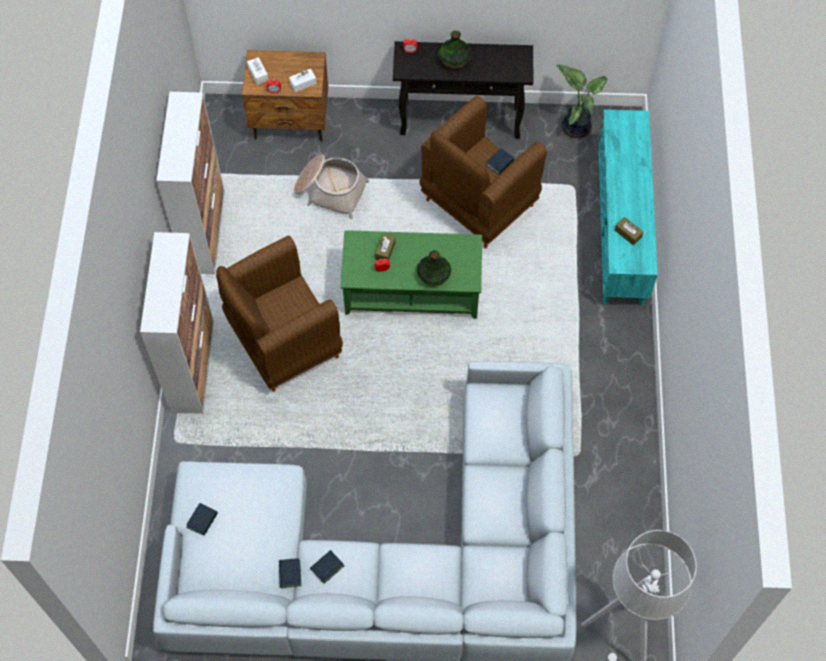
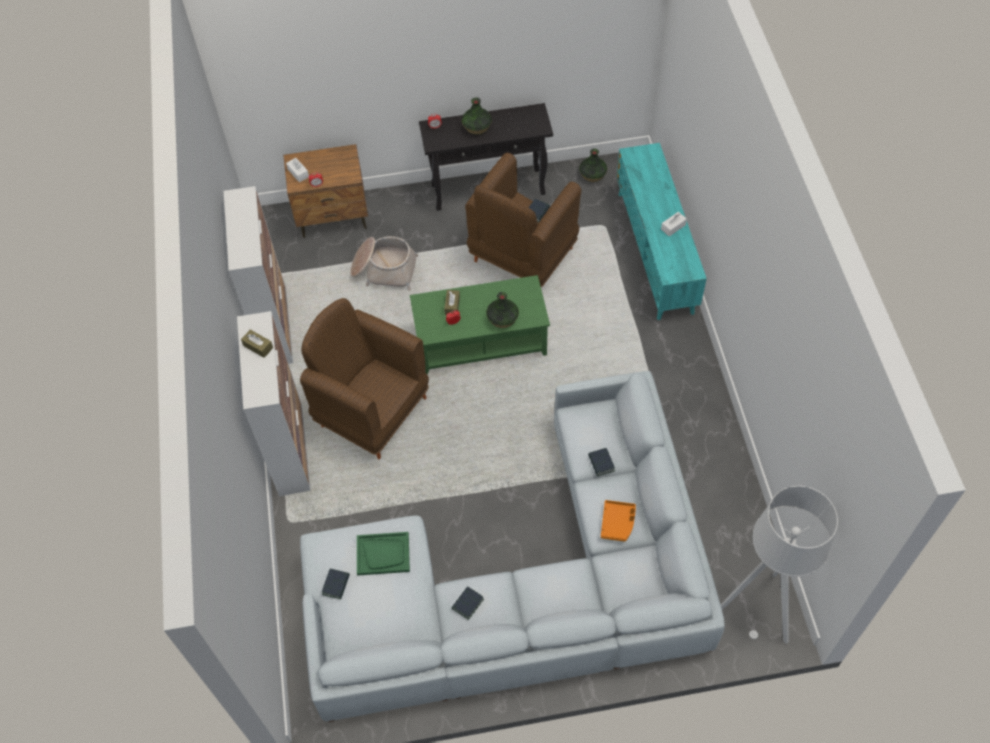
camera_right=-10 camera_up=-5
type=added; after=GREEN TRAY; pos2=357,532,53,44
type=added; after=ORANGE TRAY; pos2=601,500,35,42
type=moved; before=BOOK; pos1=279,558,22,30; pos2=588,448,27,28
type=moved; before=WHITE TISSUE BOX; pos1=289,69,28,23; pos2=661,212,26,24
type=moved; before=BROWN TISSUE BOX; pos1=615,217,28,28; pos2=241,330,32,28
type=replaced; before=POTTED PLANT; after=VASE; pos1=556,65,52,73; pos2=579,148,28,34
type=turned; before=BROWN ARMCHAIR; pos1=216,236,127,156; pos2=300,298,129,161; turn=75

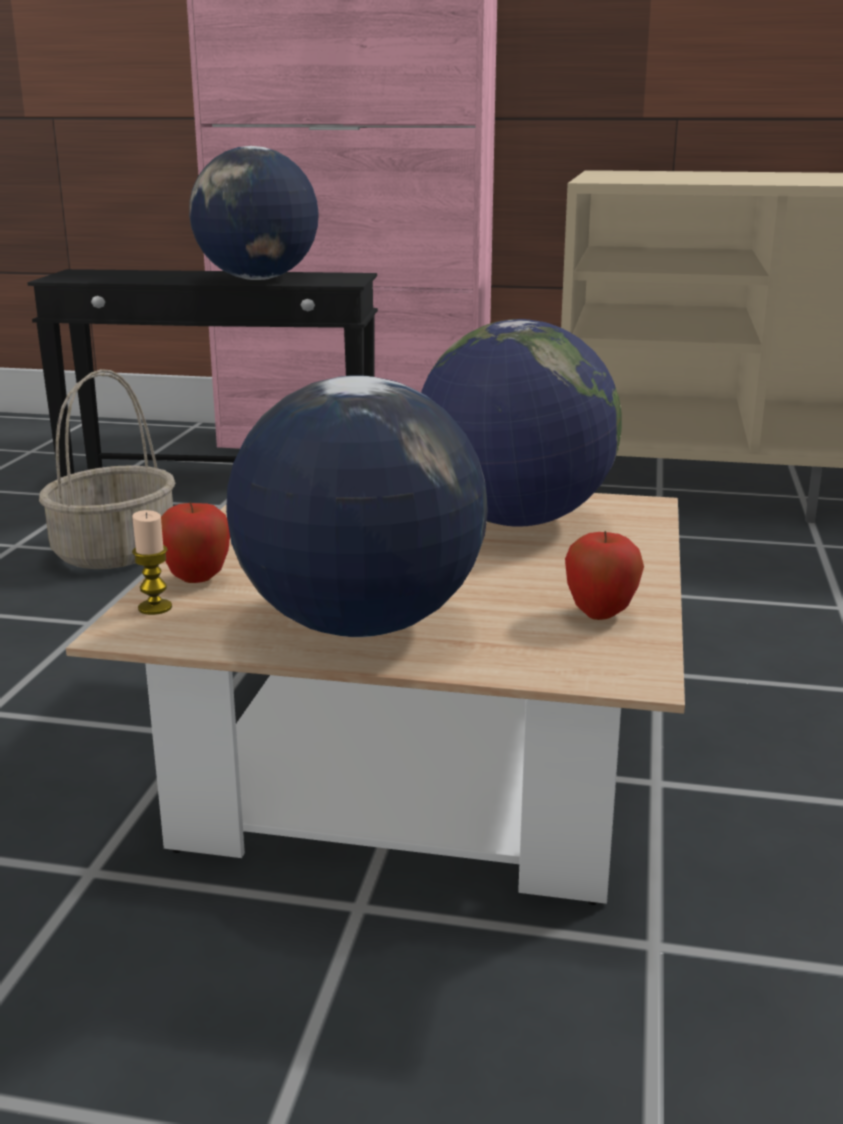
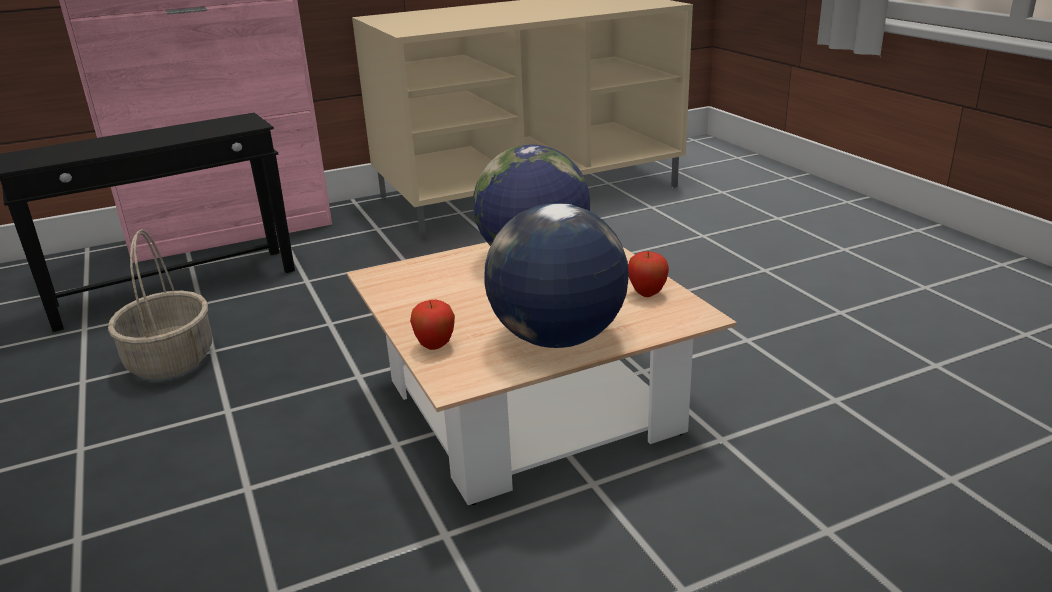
camera_right=-35 camera_up=5
type=removed; before=CANDLE; pos1=132,510,40,105
type=removed; before=GLOBE; pos1=189,146,130,134

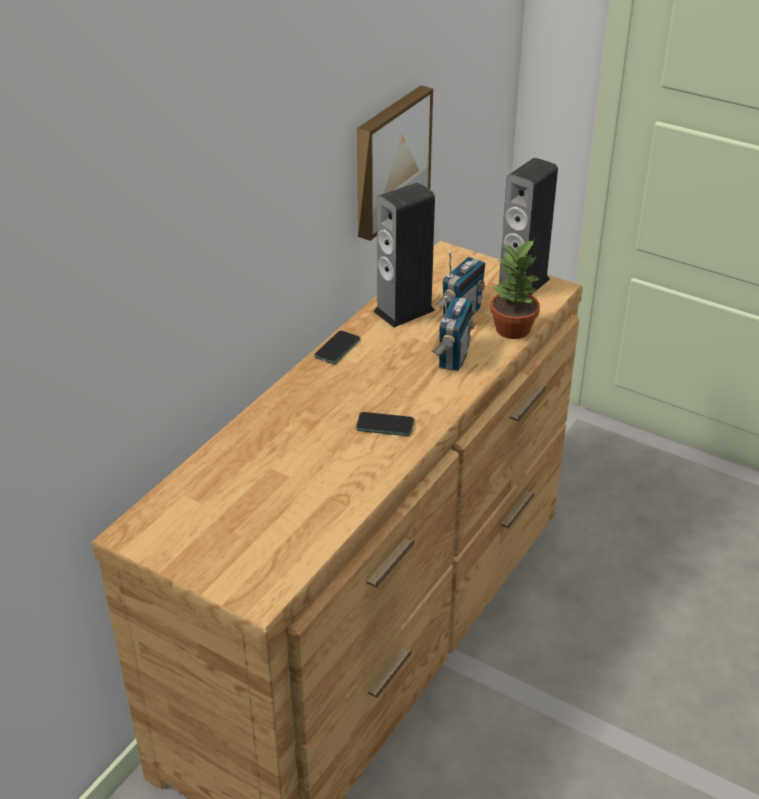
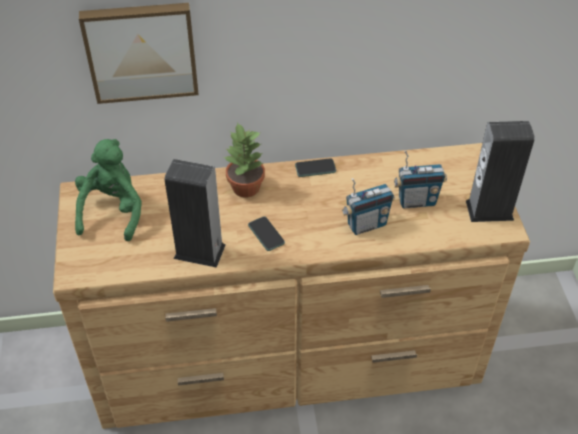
camera_right=50 camera_up=10
type=added; after=GREEN PLUSH TOY; pos2=75,139,67,102
type=moved; before=PICTURE; pos1=357,85,76,156; pos2=79,3,120,101
type=moved; before=SPEAKER; pos1=373,182,62,146; pos2=165,159,61,109
type=moved; before=POTTED PLANT; pos1=490,239,50,100; pos2=224,122,41,75

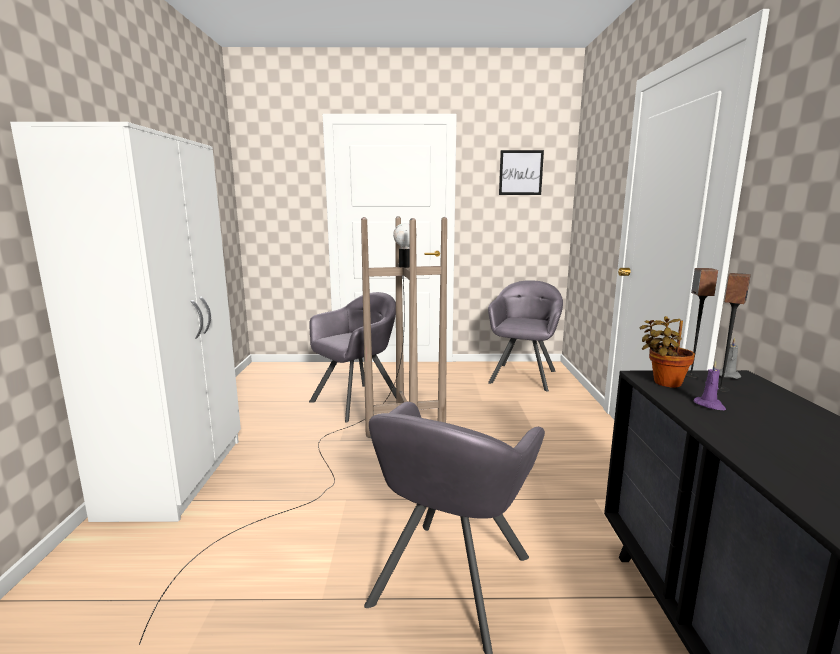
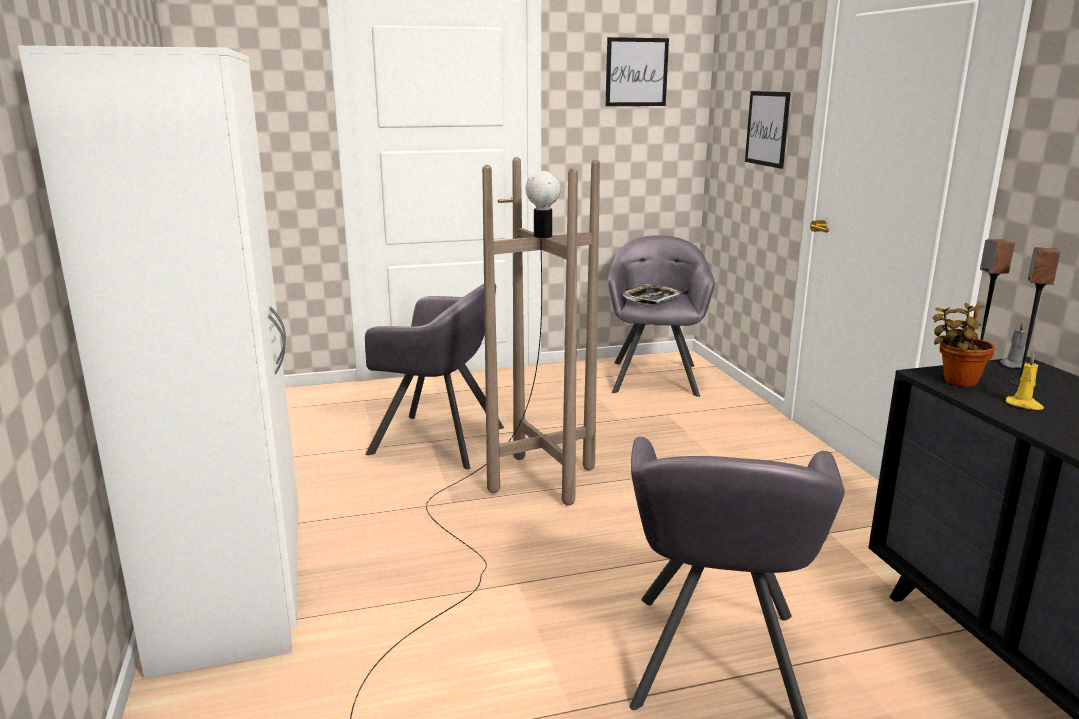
camera_right=-15 camera_up=5
type=added; after=TRAY; pos2=623,284,59,20
type=added; after=PICTURE; pos2=745,91,46,78
type=recoloured; before=PURPLE CANDLE; after=YELLOW CANDLE; pos1=694,361,32,49; pos2=1006,354,38,56
type=turned; before=GREY ARMCHAIR; pos1=309,292,87,130; pos2=365,284,139,185; turn=75

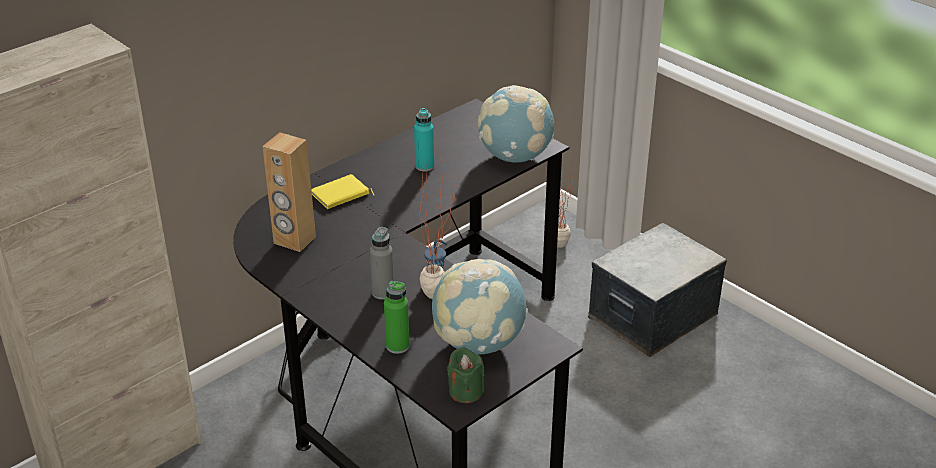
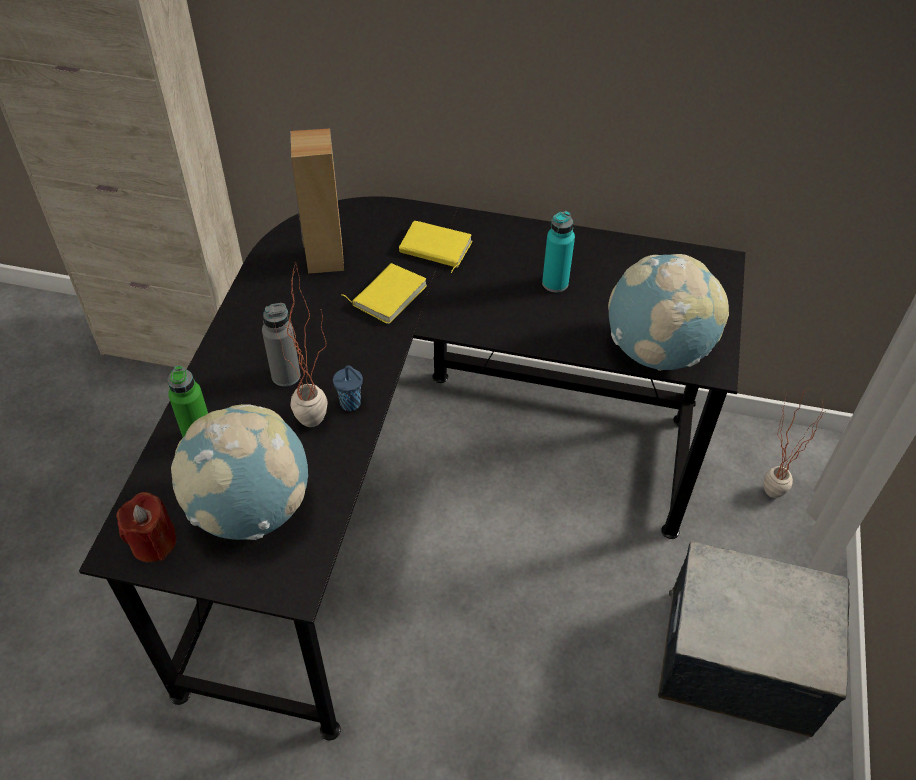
camera_right=55 camera_up=15
type=added; after=YELLOW BOOK; pos2=341,263,86,61
type=recoloured; before=GREEN CANDLE; after=RED CANDLE; pos1=447,347,37,56; pos2=116,492,61,70

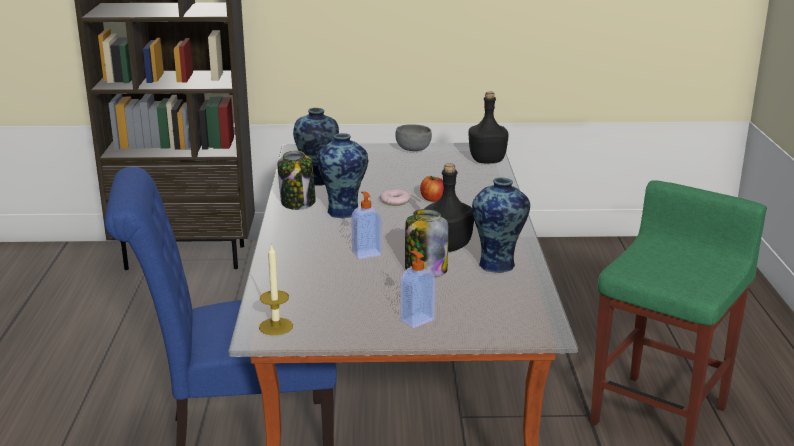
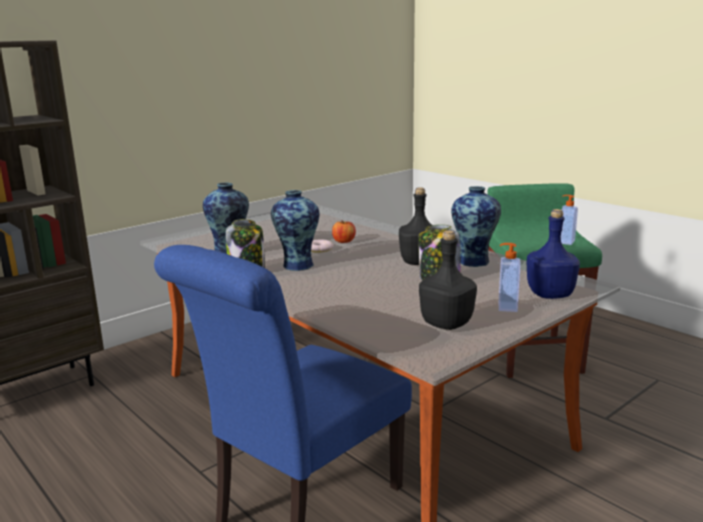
camera_right=-40 camera_up=-5
type=removed; before=CANDLE; pos1=259,244,34,91
type=removed; before=GREY BOWL; pos1=395,124,37,27
type=added; after=BLUE BOTTLE; pos2=526,209,54,90
type=moved; before=SOAP DISPENSER; pos1=351,191,31,68; pos2=561,195,17,50
type=moved; before=BLACK BOTTLE; pos1=468,91,40,72; pos2=419,230,58,100

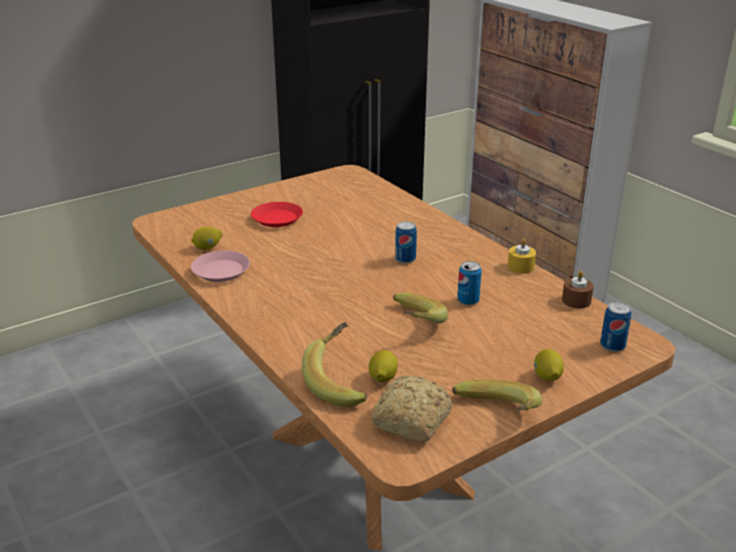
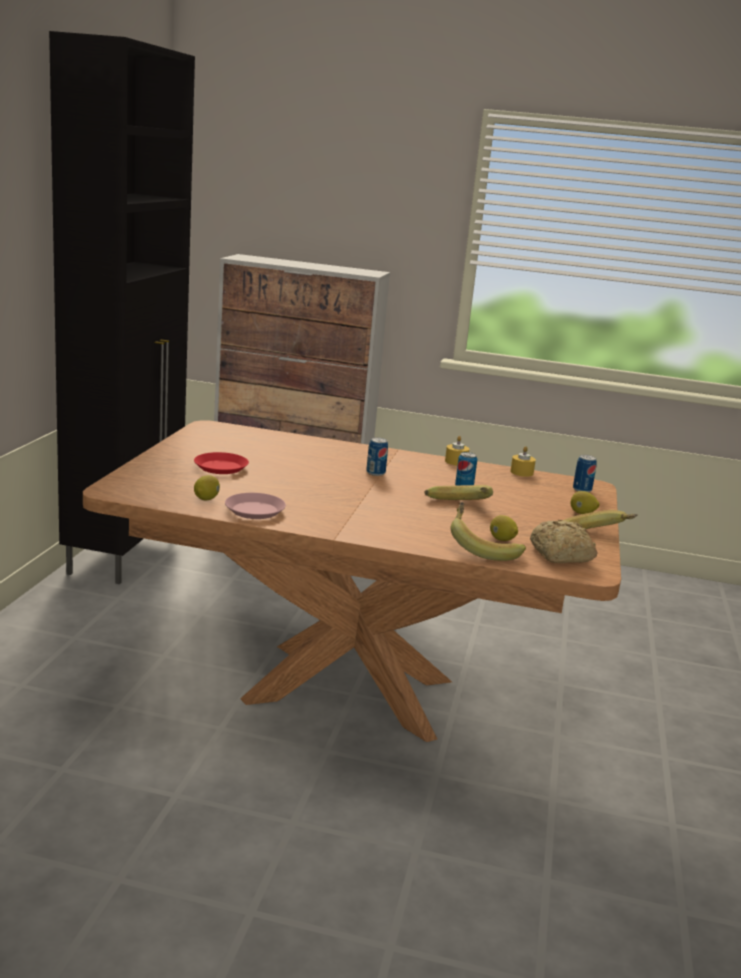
camera_right=-45 camera_up=-10
type=recoloured; before=BROWN CANDLE; after=YELLOW CANDLE; pos1=562,271,32,38; pos2=510,446,26,31

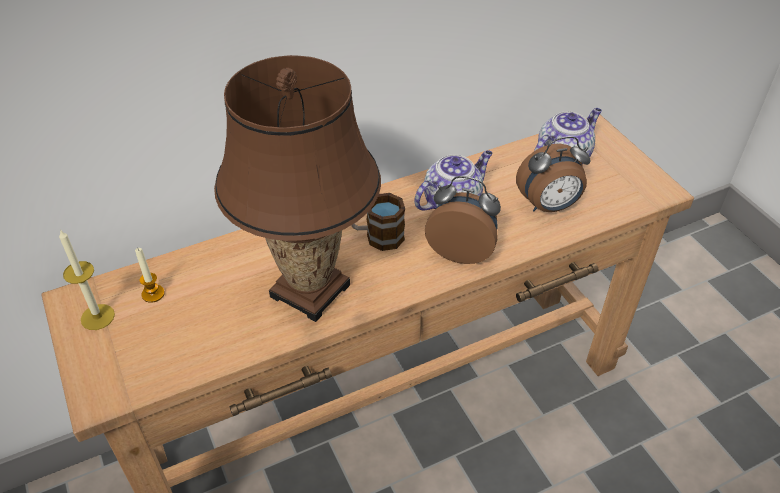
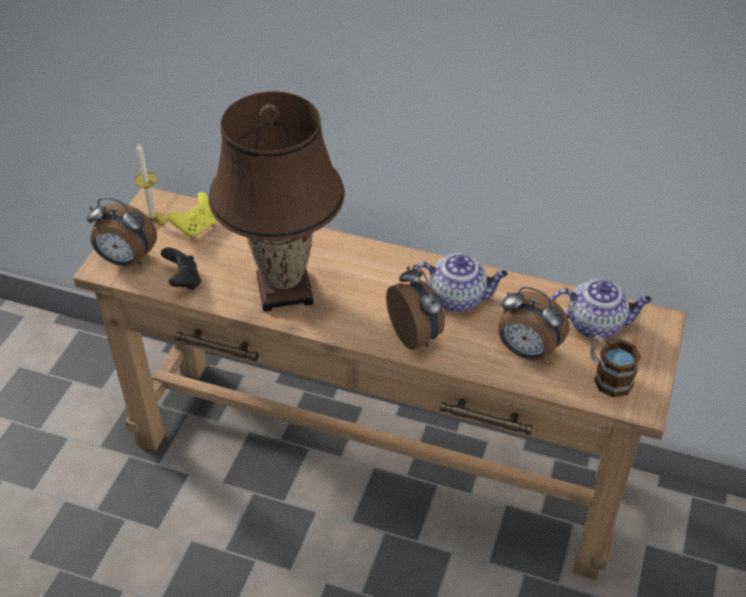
camera_right=45 camera_up=0
type=added; after=ALARM CLOCK; pos2=87,197,70,69
type=added; after=BLACK GAME CONTROLLER; pos2=161,247,40,43
type=moved; before=MUG; pos1=351,193,54,58; pos2=590,335,51,63
type=replaced; before=CANDLE; after=YELLOW GAME CONTROLLER; pos1=135,248,30,55; pos2=167,192,49,46

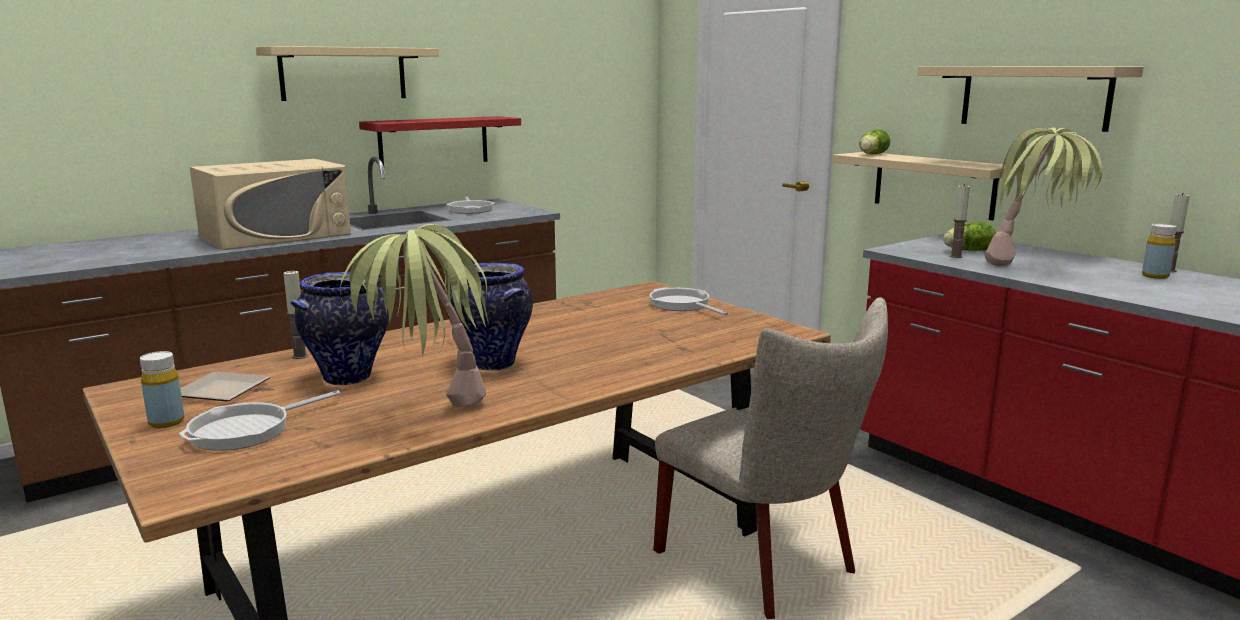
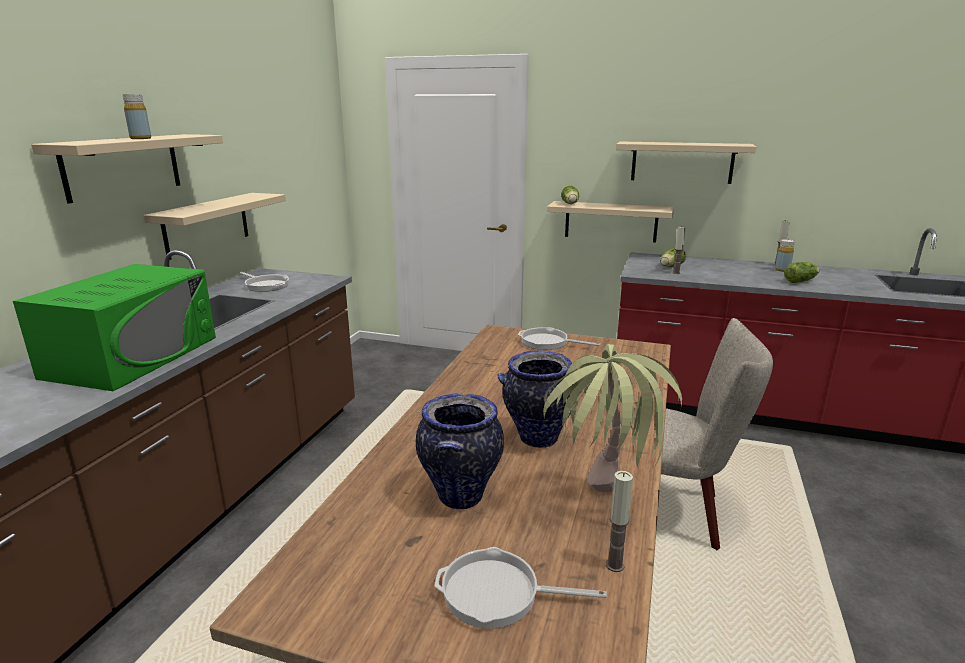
camera_right=-35 camera_up=5
type=removed; before=PLATE; pos1=180,371,90,31
type=removed; before=POTTED PLANT; pos1=985,127,118,139
type=added; after=LETTUCE; pos2=784,262,35,21
type=moved; before=YELLOW BOTTLE; pos1=140,351,44,77; pos2=123,94,28,45
type=moved; before=CANDLE; pos1=283,270,25,89; pos2=606,471,27,101
type=recoloured; before=BEIGE MICROWAVE; after=GREEN MICROWAVE; pos1=190,159,161,91; pos2=13,264,203,127
type=recoloured; before=RED SHELF; after=BEIGE SHELF; pos1=359,116,162,50; pos2=144,193,142,67
type=turned; before=FRYING PAN; pos1=179,390,161,61; pos2=435,547,172,81; turn=90

